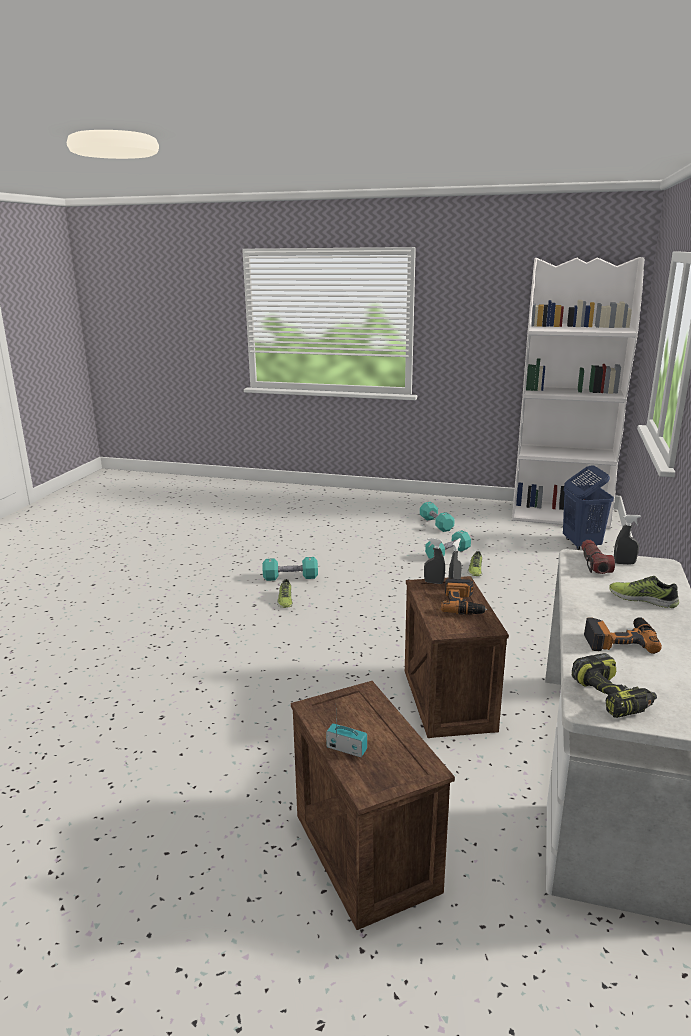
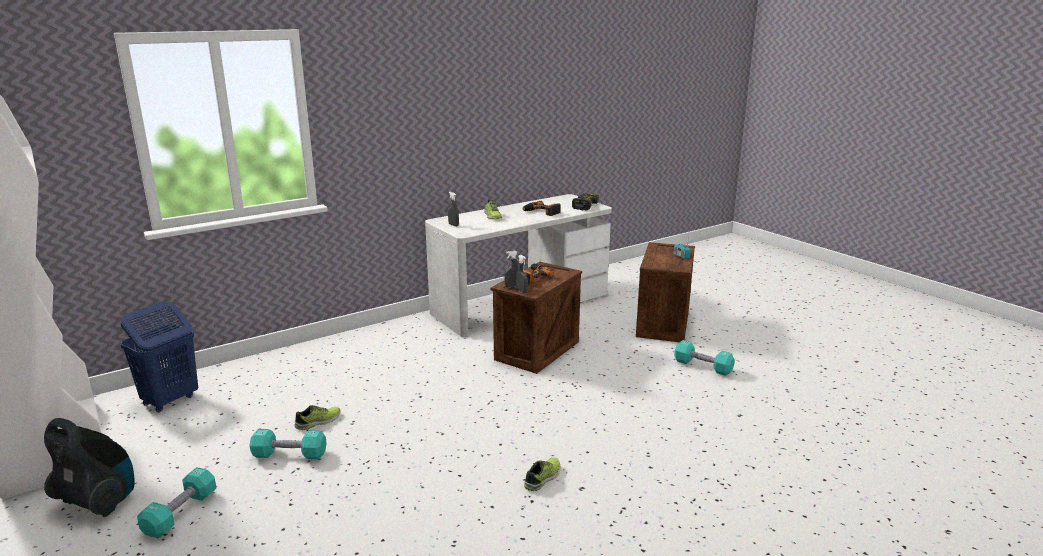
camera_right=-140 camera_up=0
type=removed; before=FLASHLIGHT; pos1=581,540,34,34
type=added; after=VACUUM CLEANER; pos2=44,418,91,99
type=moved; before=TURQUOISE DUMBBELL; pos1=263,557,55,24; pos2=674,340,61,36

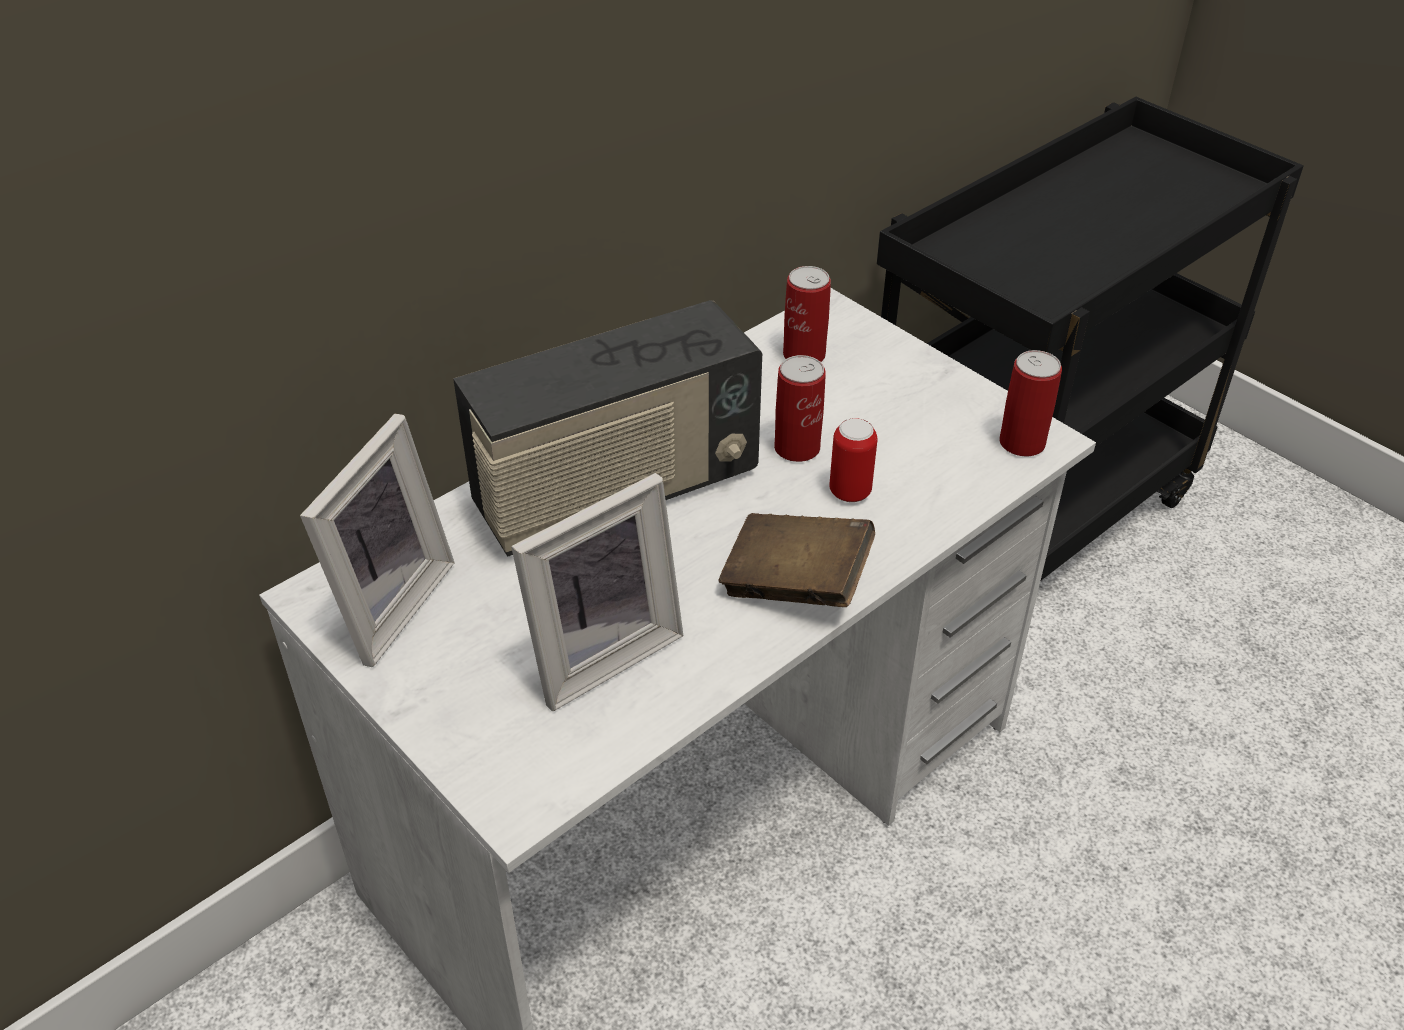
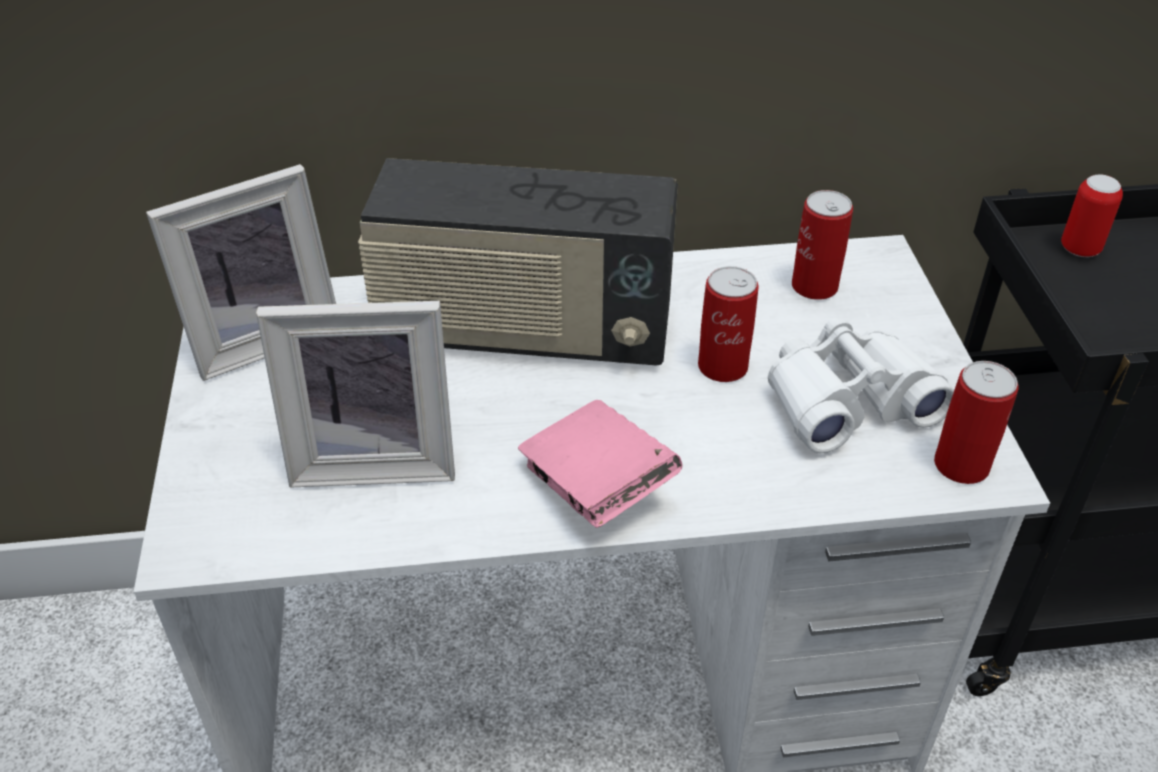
camera_right=35 camera_up=0
type=added; after=WHITE BINOCULARS; pos2=768,318,186,135
type=moved; before=CAN; pos1=829,418,48,84; pos2=1061,175,62,82
type=recoloured; before=BROWN BOOK; after=PINK BOOK; pos1=719,513,156,94; pos2=518,400,165,128

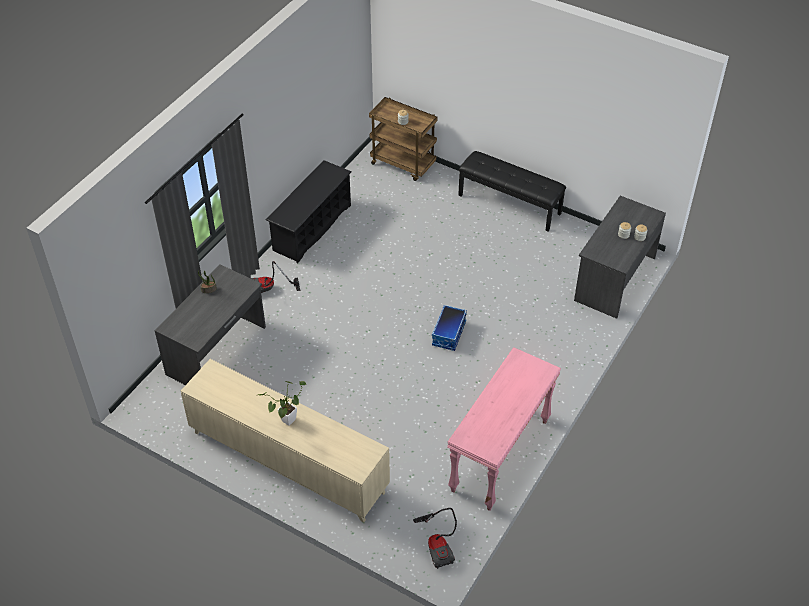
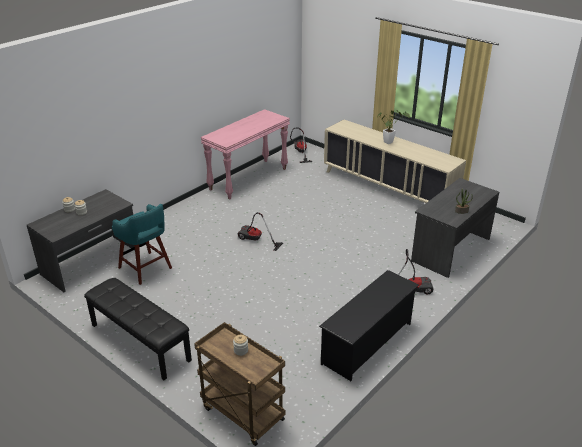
camera_right=-170 camera_up=-15
type=added; after=TURQUOISE STOOL; pos2=112,204,60,81
type=replaced; before=STORAGE BOX; after=VACUUM CLEANER; pos1=432,305,35,46; pos2=237,212,46,39

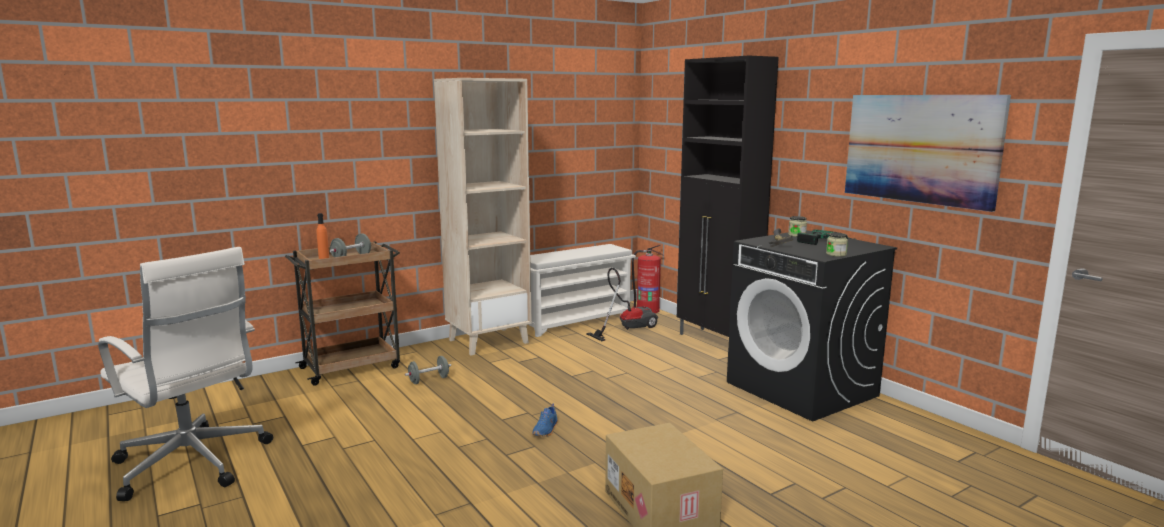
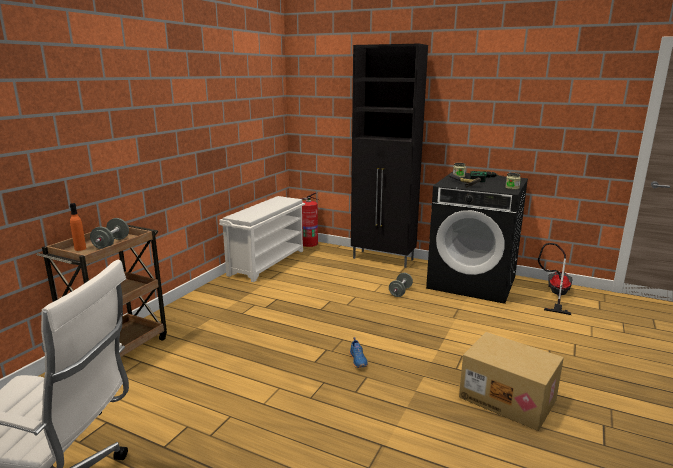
camera_right=-30 camera_up=5
type=removed; before=BEIGE BOOKCASE; pos1=434,78,98,278
type=removed; before=PICTURE; pos1=845,95,166,117
type=moved; before=GREY DUMBBELL; pos1=405,356,46,28; pos2=389,273,24,24
type=moved; before=VACUUM CLEANER; pos1=586,268,72,73; pos2=538,243,34,72

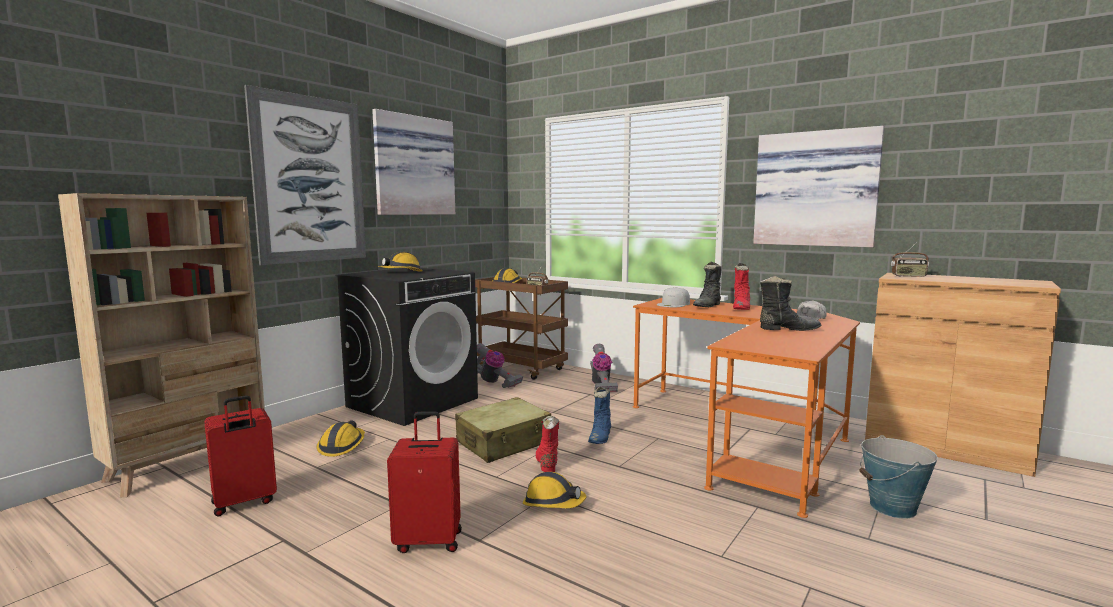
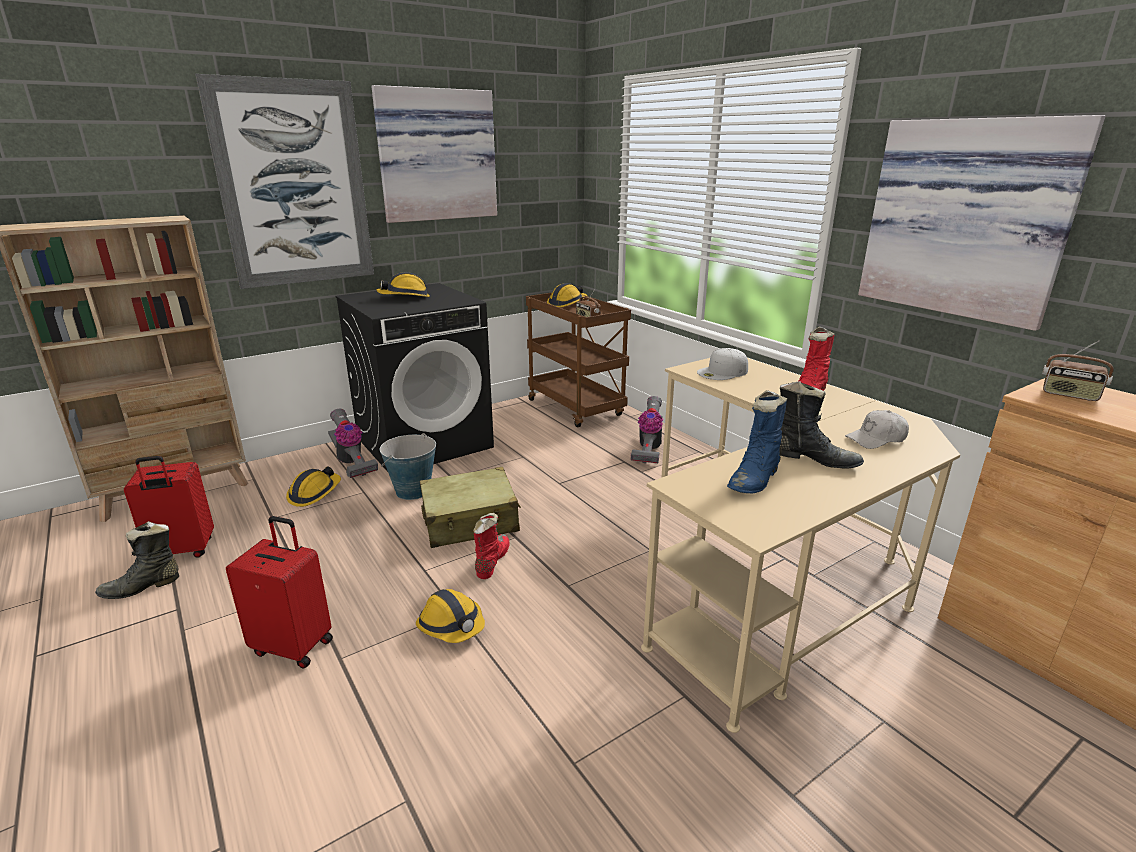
camera_right=20 camera_up=15
type=moved; before=VACUUM CLEANER; pos1=477,343,46,45; pos2=328,409,50,69
type=moved; before=BLUE BOOT; pos1=588,386,23,58; pos2=727,390,60,103
type=moved; before=BLACK BOOT; pos1=693,262,29,45; pos2=95,521,84,78
type=moved; before=BUCKET; pos1=859,435,79,84; pos2=380,433,56,67
type=recoloured; before=ORANGE DESK; after=BEIGE DESK; pos1=633,298,227,220; pos2=641,358,319,375

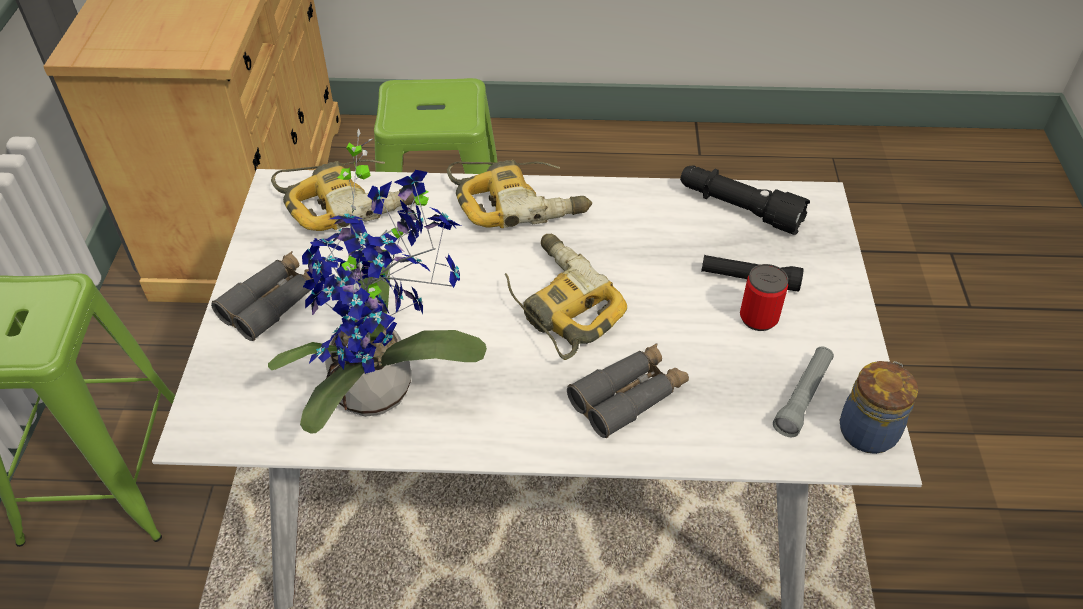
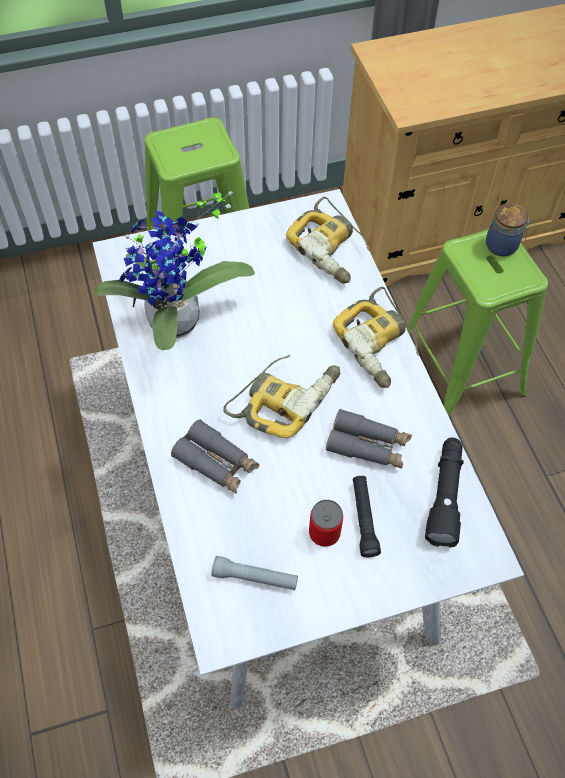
camera_right=70 camera_up=10
type=moved; before=GREY BINOCULARS; pos1=211,251,112,90; pos2=326,409,86,59
type=moved; before=JAR; pos1=840,361,79,93; pos2=486,203,46,53

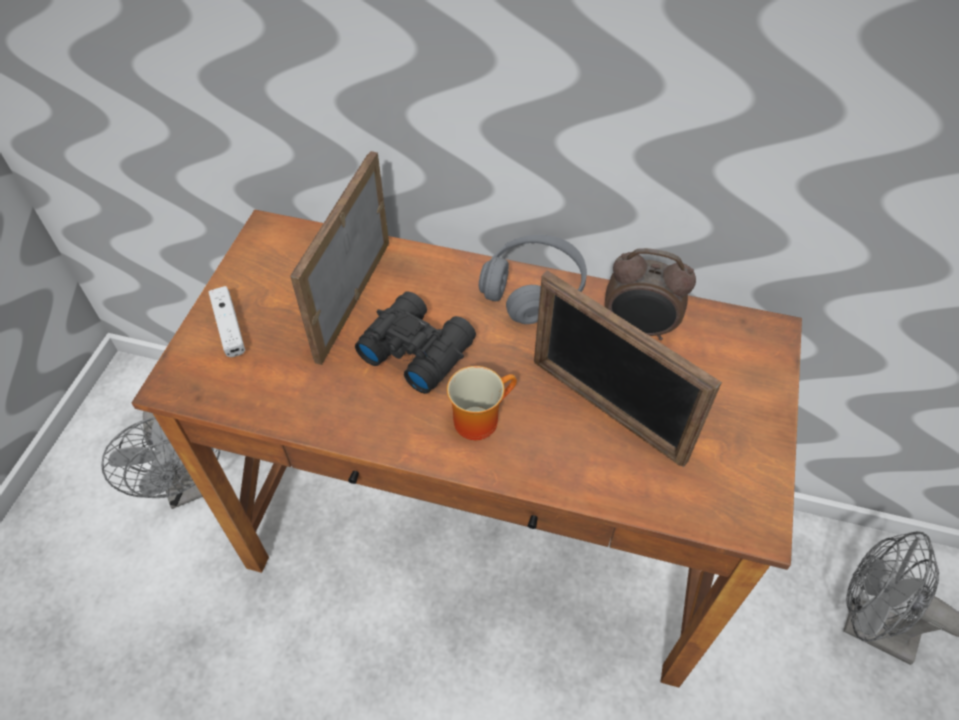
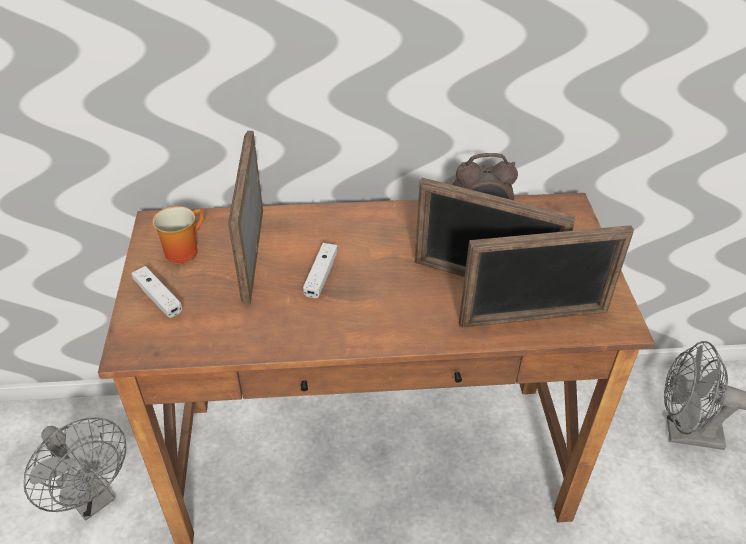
camera_right=-20 camera_up=-10
type=removed; before=GREY HEADPHONES; pos1=479,235,108,89
type=added; after=PICTURE FRAME; pos2=459,225,175,103
type=moved; before=MUG; pos1=447,366,70,74; pos2=152,206,52,57
type=replaced; before=BLACK BINOCULARS; after=WHITE GAME CONTROLLER; pos1=355,291,121,103; pos2=303,243,35,55

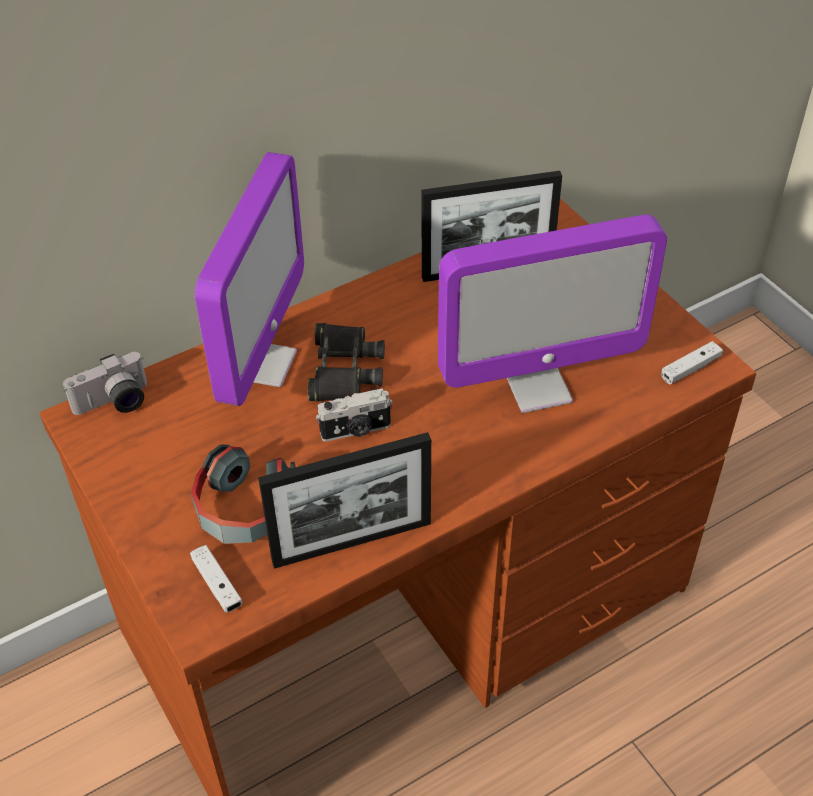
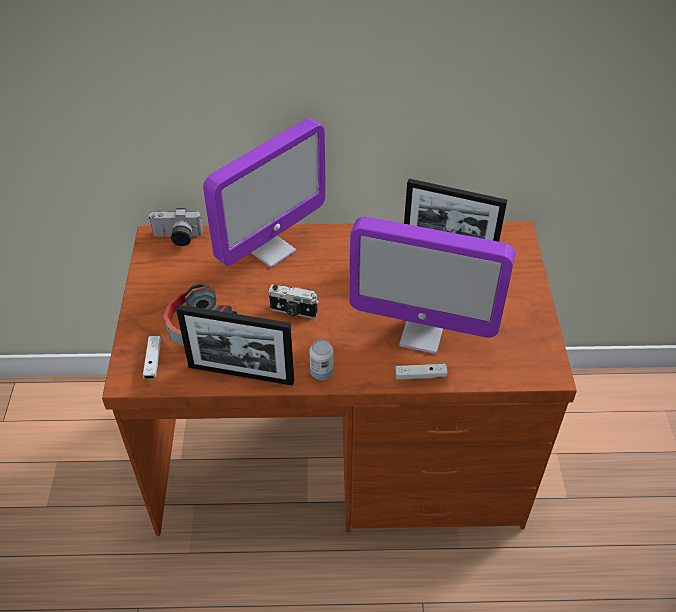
camera_right=30 camera_up=0
type=removed; before=BLACK BINOCULARS; pos1=308,323,77,79
type=added; after=CAN; pos2=309,340,25,40
type=moved; before=WHITE GAME CONTROLLER; pos1=661,341,62,43; pos2=396,364,52,16

